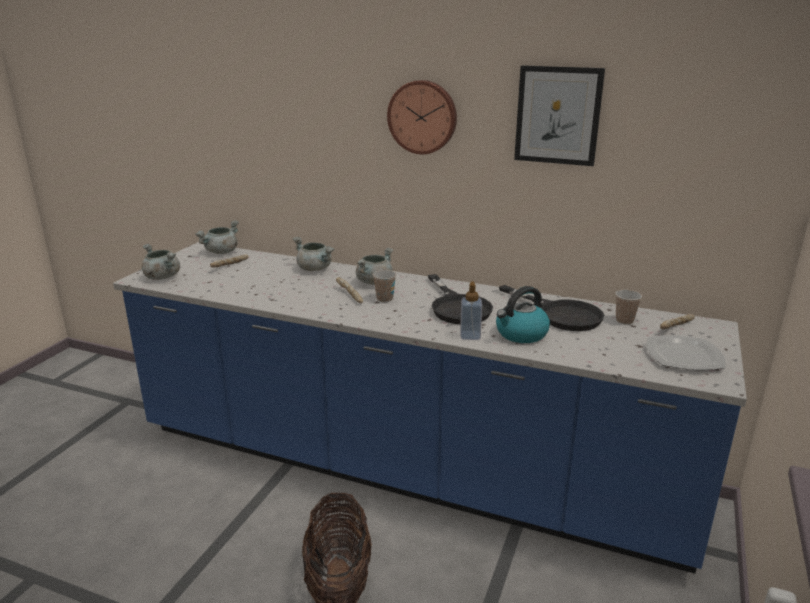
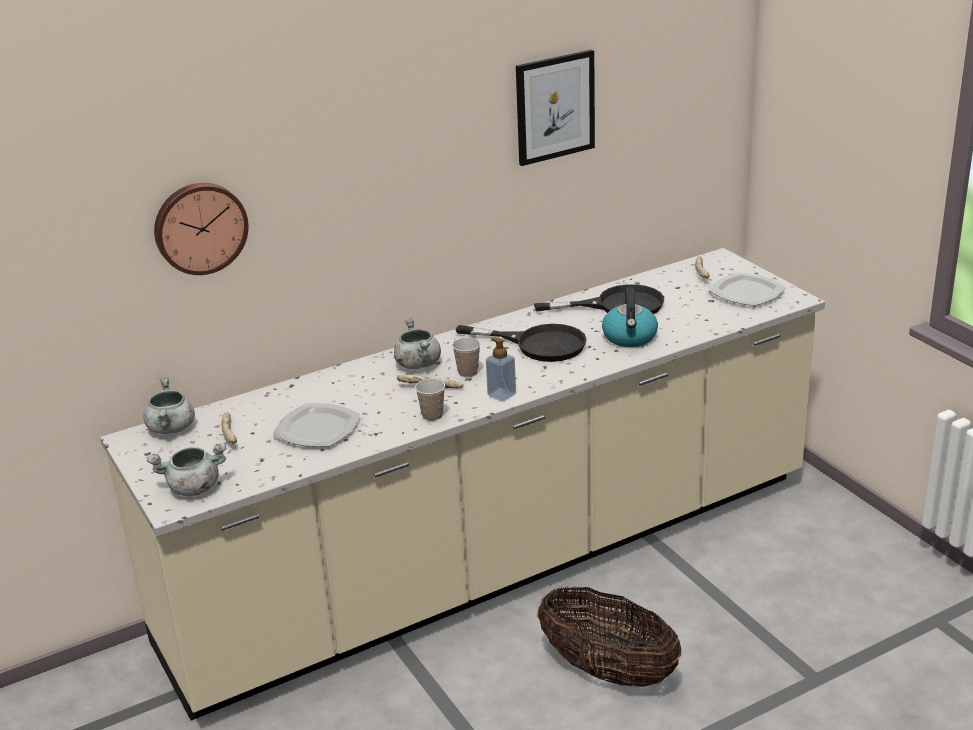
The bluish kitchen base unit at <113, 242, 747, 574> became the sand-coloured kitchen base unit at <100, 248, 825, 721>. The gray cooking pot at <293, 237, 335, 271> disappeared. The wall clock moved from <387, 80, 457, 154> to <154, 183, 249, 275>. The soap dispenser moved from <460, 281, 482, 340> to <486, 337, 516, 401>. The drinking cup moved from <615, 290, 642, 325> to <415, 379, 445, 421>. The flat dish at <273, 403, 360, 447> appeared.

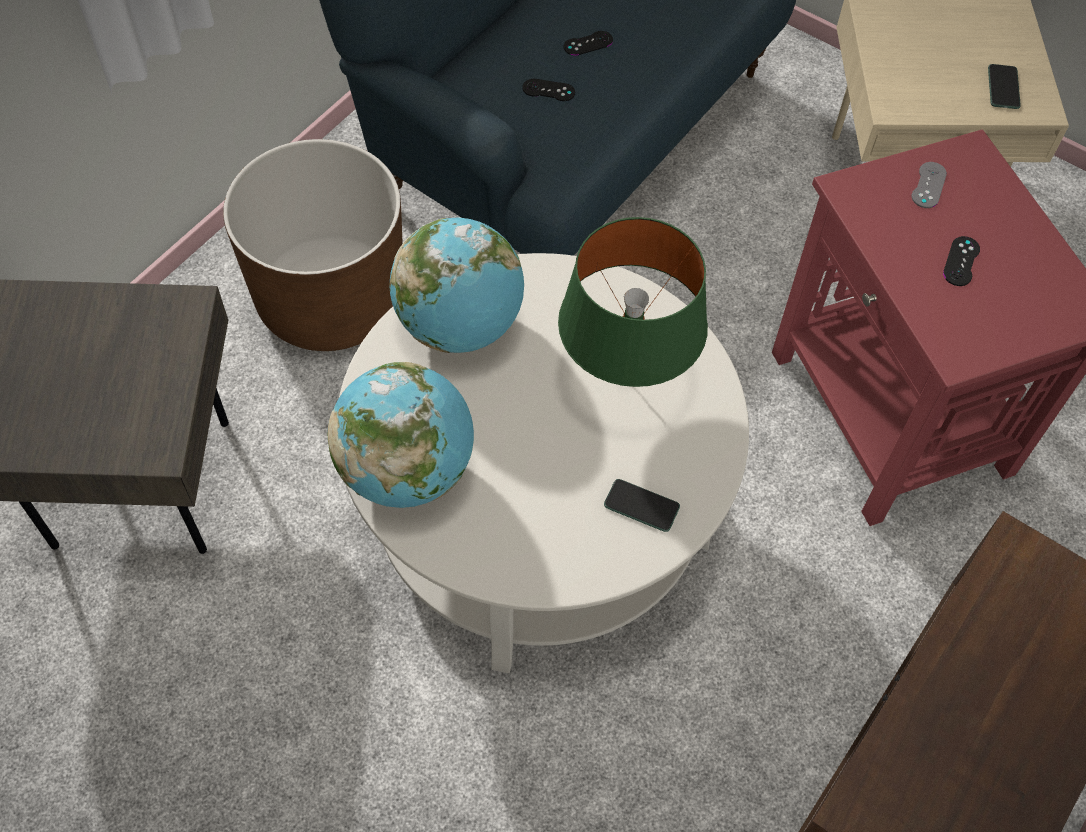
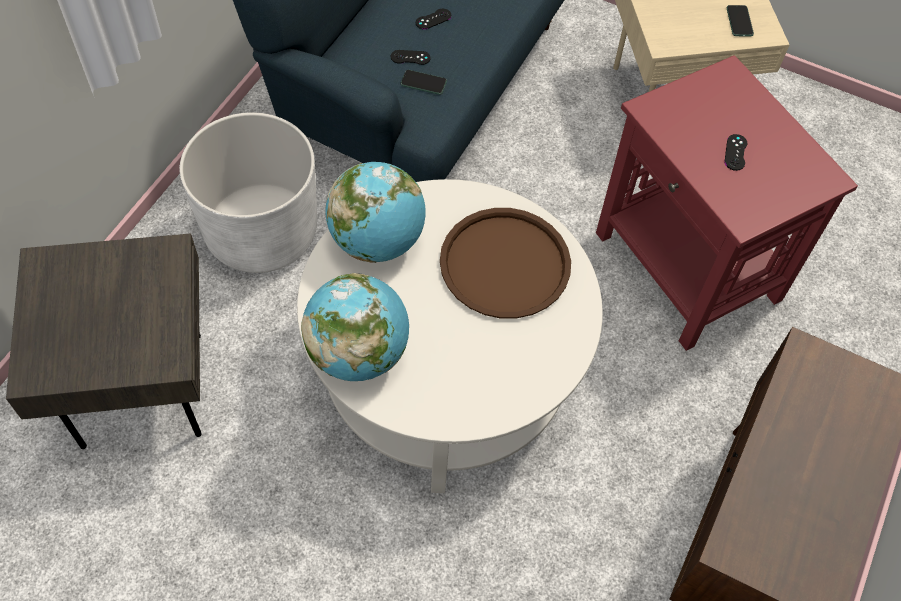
The brownish flower pot at <223, 139, 403, 351> became the white flower pot at <179, 112, 317, 273>. The green-coloured lamp for a table at <558, 217, 708, 387> was replaced by the brownish tray at <440, 208, 571, 319>. The phone moved from <604, 479, 680, 532> to <401, 70, 447, 95>. The gray joypad at <912, 162, 947, 208> disappeared.

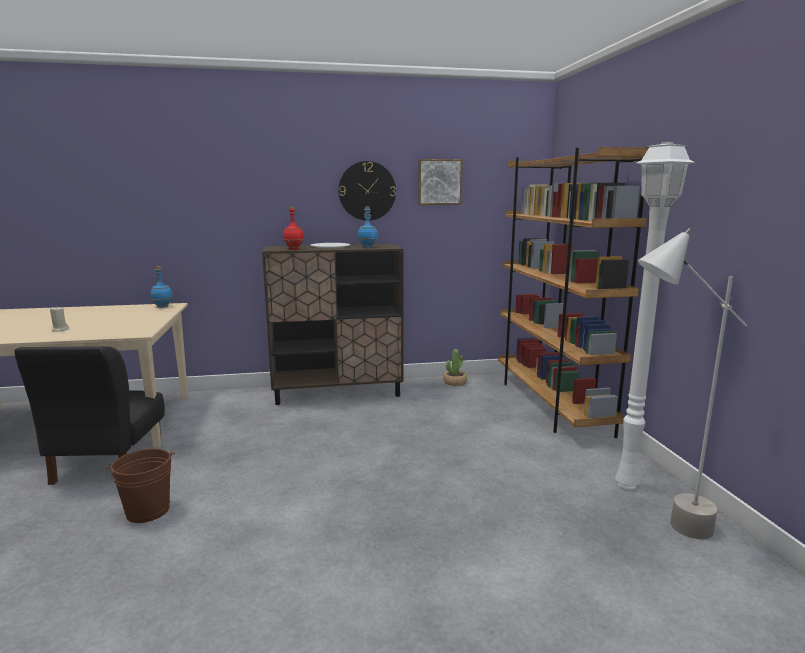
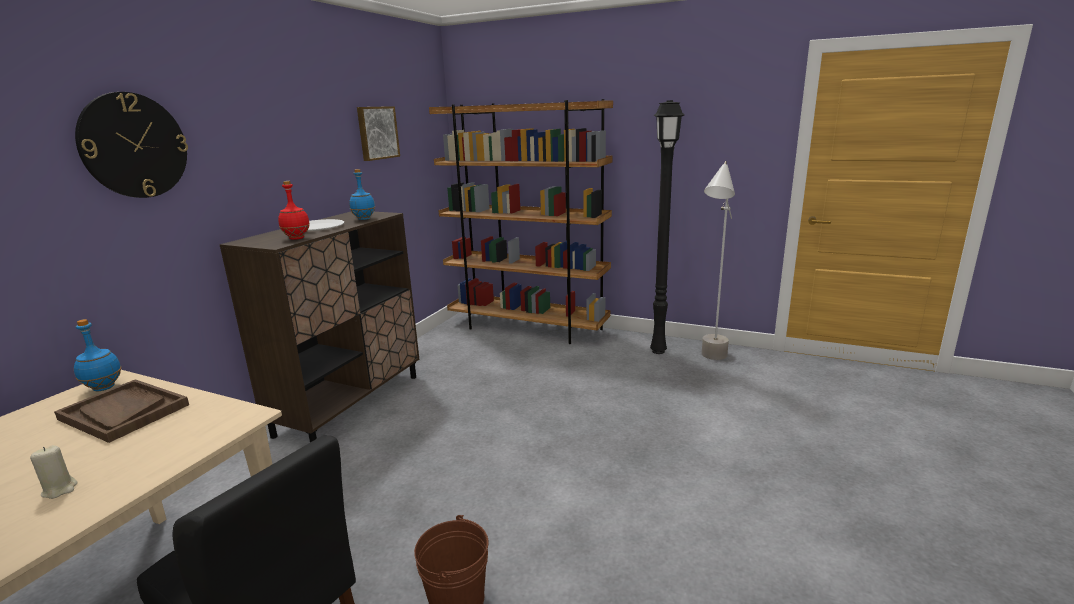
The wall clock moved from <338, 161, 396, 221> to <75, 92, 188, 198>. The houseplant at <443, 349, 467, 386> disappeared. The white floor lamp at <615, 142, 695, 490> became the blackish floor lamp at <650, 100, 685, 354>. The brownish tray at <54, 379, 189, 443> appeared.

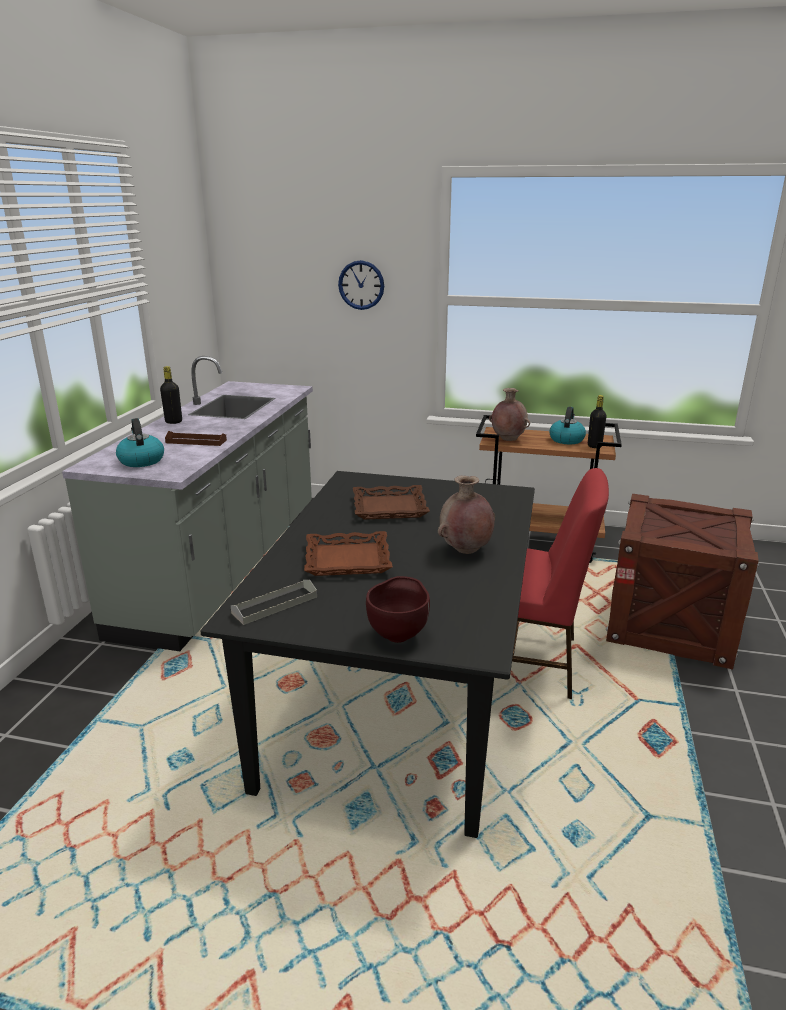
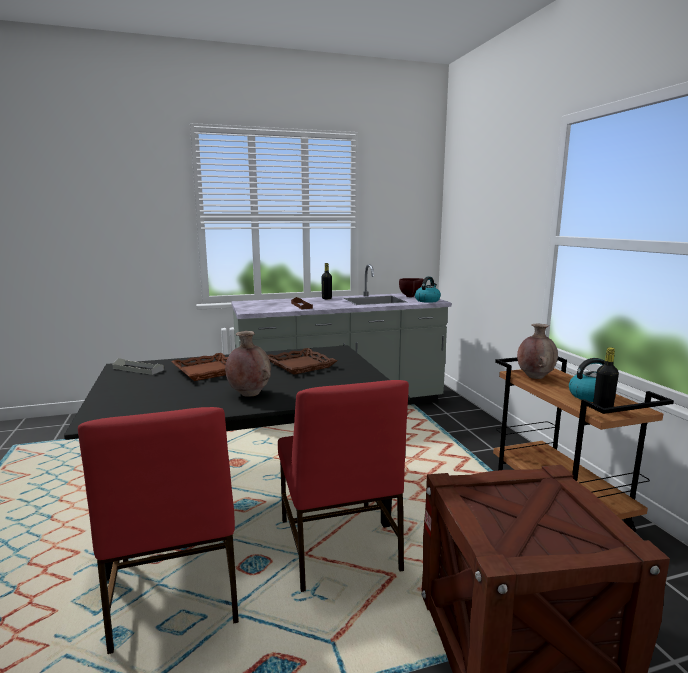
The tea kettle moved from <116, 418, 164, 467> to <415, 277, 441, 303>. The wall clock at <338, 260, 384, 310> disappeared. The brownish serving bowl moved from <366, 576, 430, 643> to <399, 278, 424, 297>. The red-coloured upright chair at <78, 407, 239, 654> appeared.

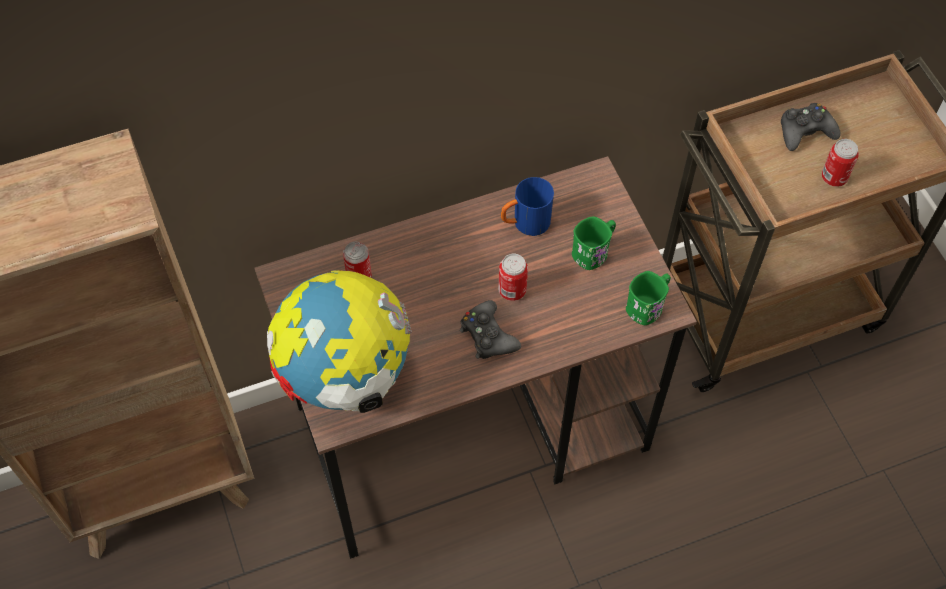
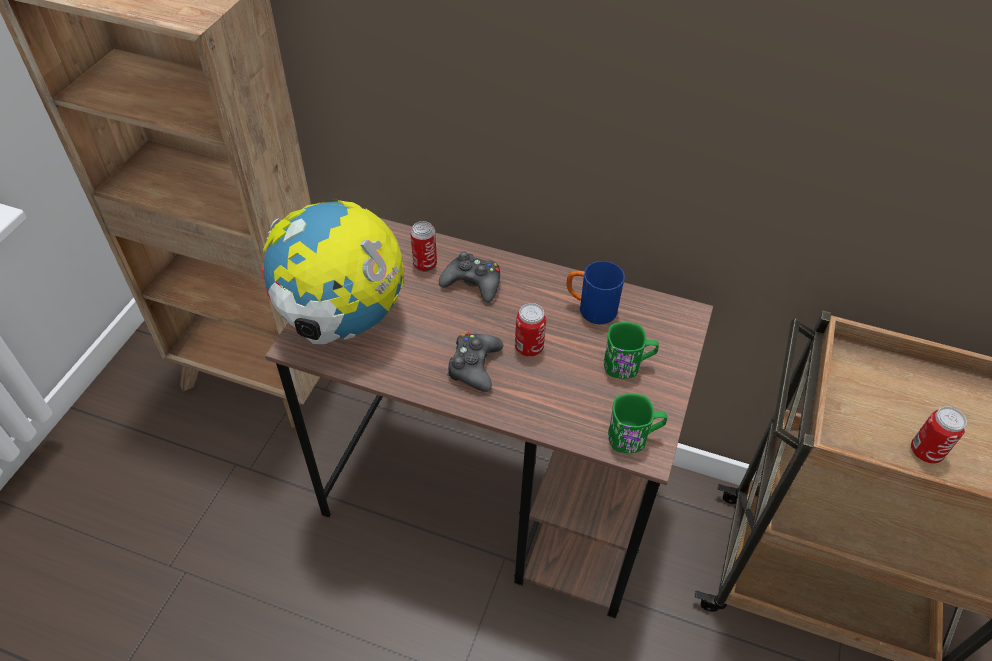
The blackish joypad moved from <781, 103, 841, 151> to <439, 251, 500, 303>.

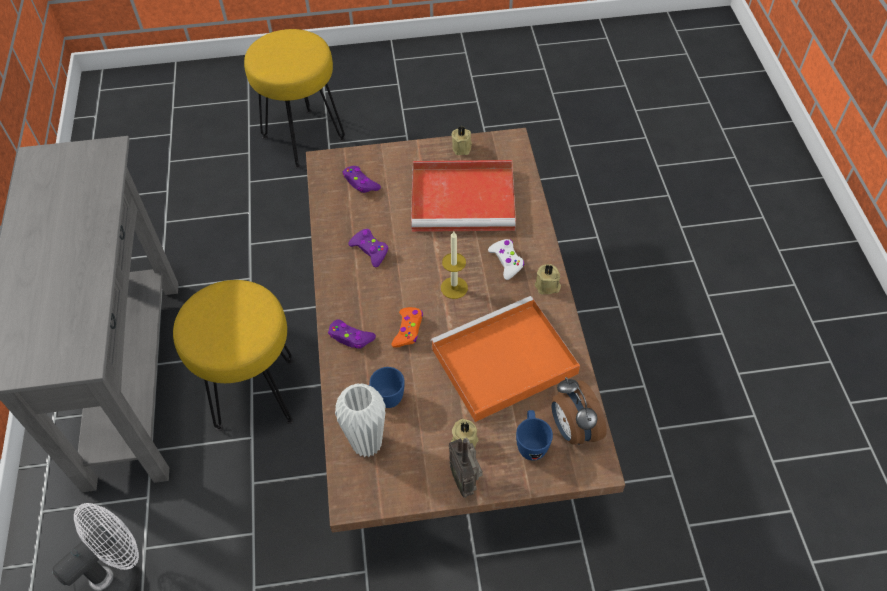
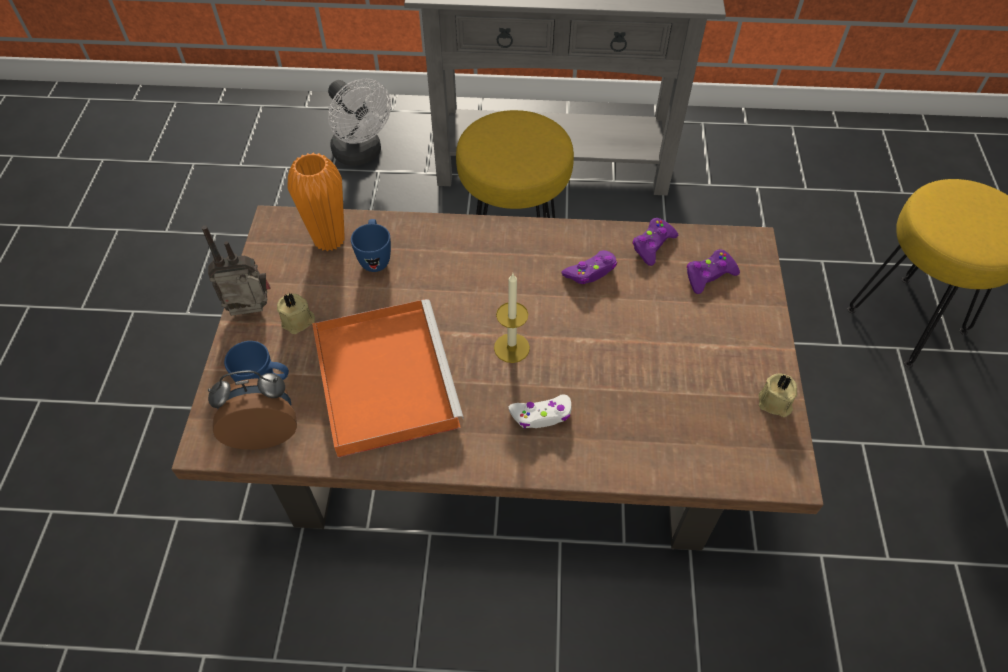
The purple-coloured joypad moved from <328, 319, 376, 349> to <632, 218, 678, 266>. The white flower vase at <335, 384, 386, 458> became the orange-coloured flower vase at <288, 153, 345, 251>. The orange-coloured joypad at <392, 307, 423, 348> disappeared. The red-coloured tray at <411, 160, 516, 232> disappeared. The sand-coloured wax light at <535, 264, 561, 295> disappeared.

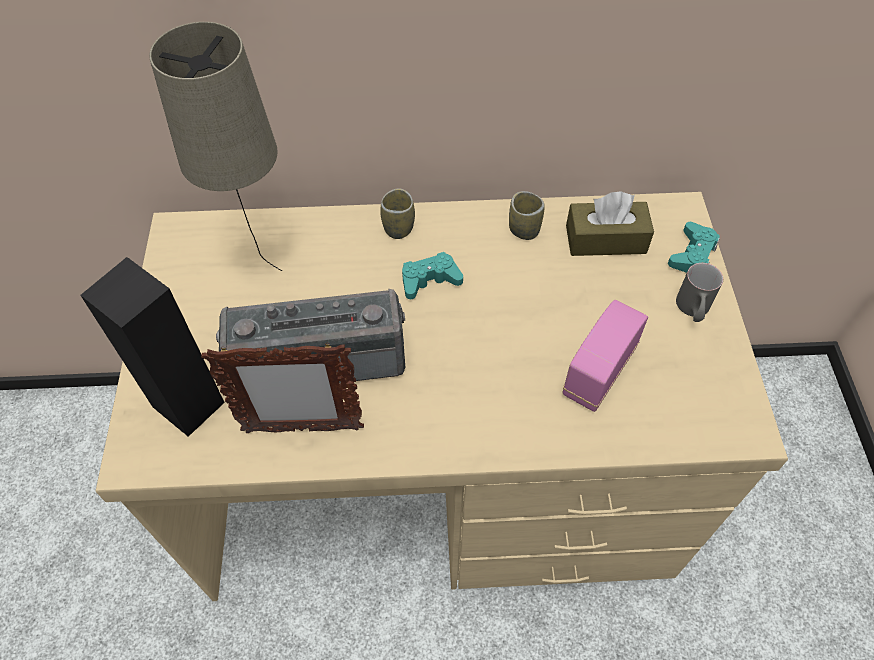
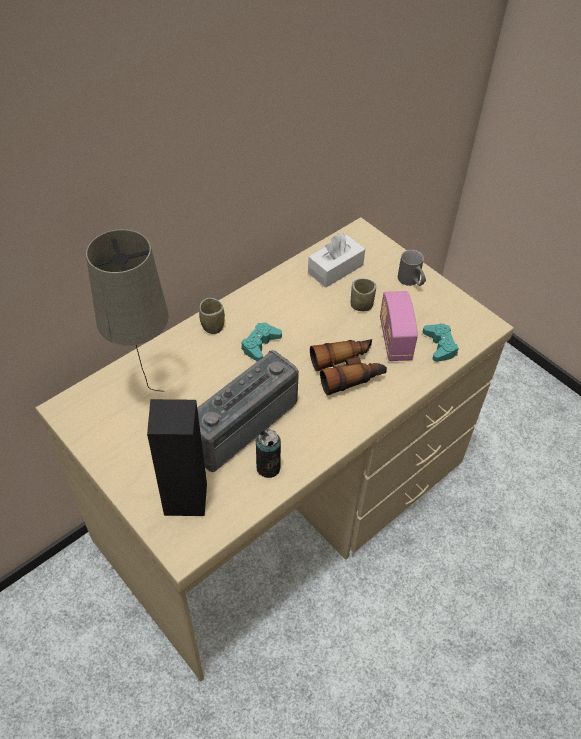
The photo frame at <201, 342, 364, 433> was replaced by the sealed can at <256, 429, 281, 478>. The drinking cup moved from <509, 191, 545, 240> to <351, 279, 376, 311>. The brownish tissue holder at <566, 191, 654, 256> became the white tissue holder at <308, 233, 365, 288>. The blue-green joypad moved from <668, 222, 720, 273> to <423, 323, 459, 362>. The field glasses at <310, 339, 387, 395> appeared.

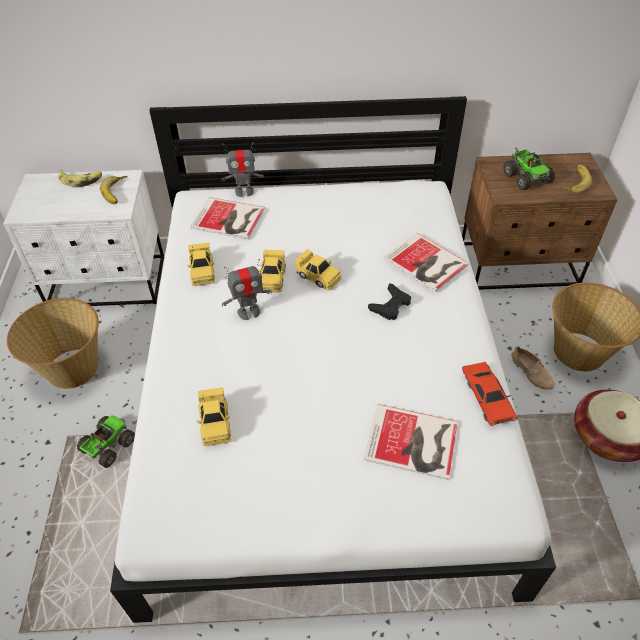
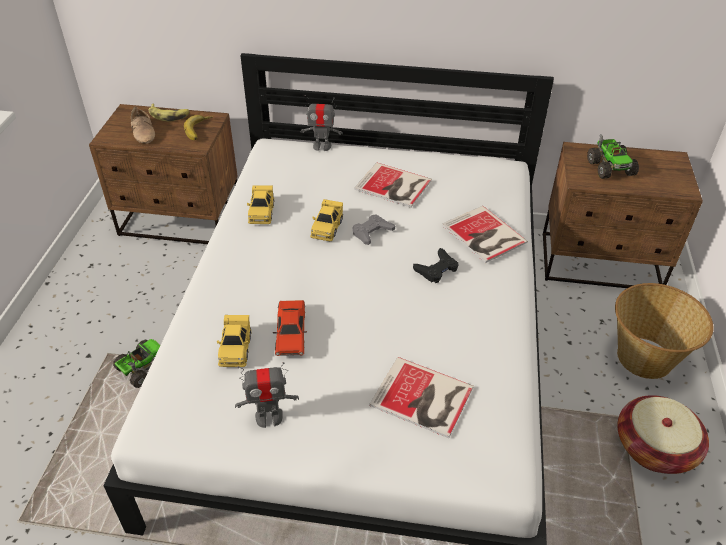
The white night table at <3, 170, 164, 306> became the brownish night table at <89, 104, 238, 244>. The storage basket at <7, 298, 99, 389> disappeared. The bound book moved from <190, 197, 265, 239> to <354, 163, 432, 208>. The robot figure moved from <222, 259, 272, 320> to <235, 362, 299, 428>. The yellow miniature car at <294, 249, 342, 290> was replaced by the gray joypad at <352, 214, 395, 245>. The red-coloured miniature car moved from <462, 362, 518, 426> to <273, 300, 307, 356>. The sand-coloured item of footwear moved from <511, 346, 555, 390> to <131, 106, 155, 144>. The whole banana at <561, 164, 592, 194> disappeared.

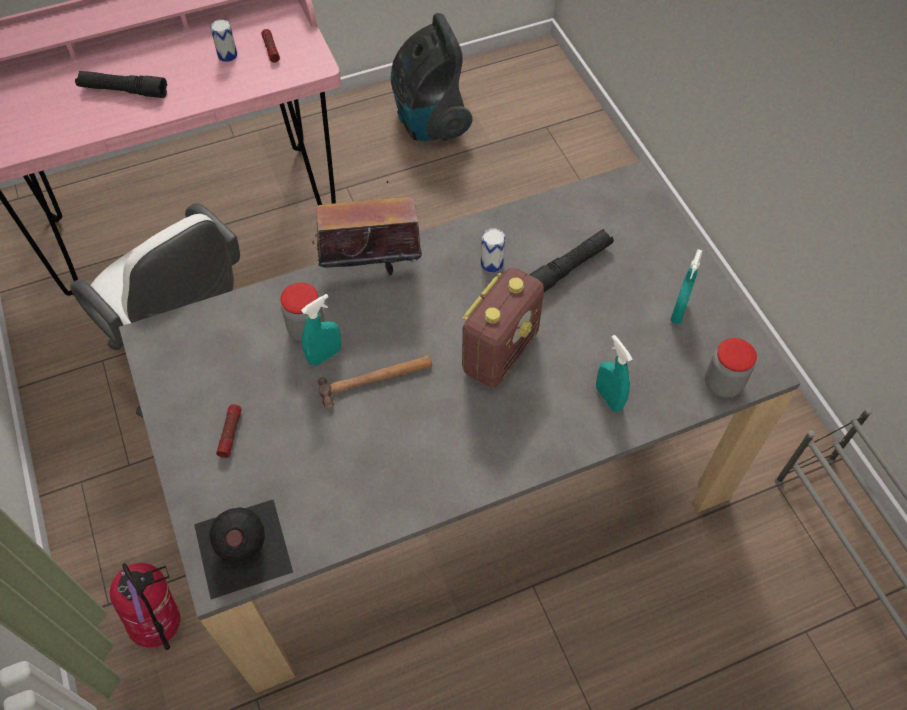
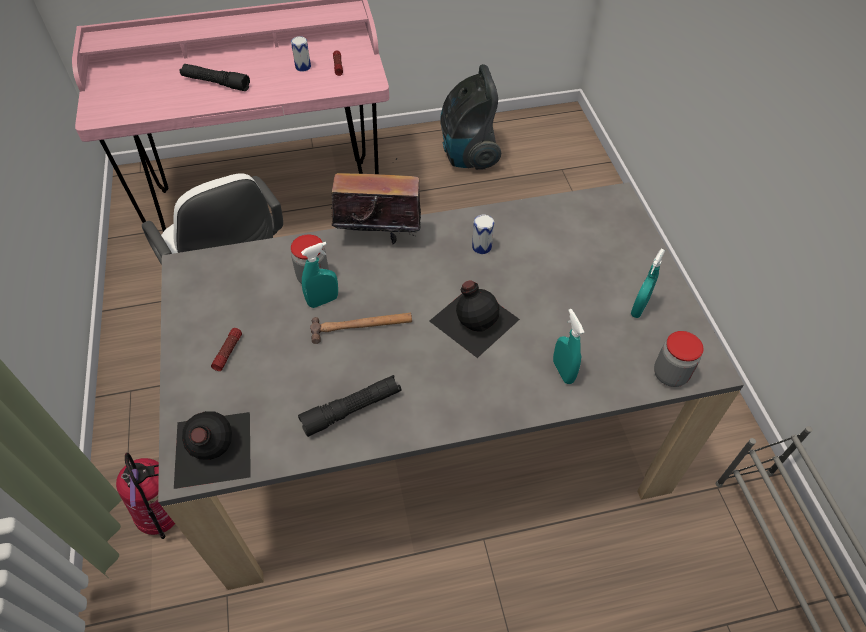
The radio set at <462, 268, 544, 387> was replaced by the blackish drink bottle at <429, 280, 520, 358>. The blackish hand torch moved from <529, 229, 614, 292> to <298, 375, 401, 437>.

